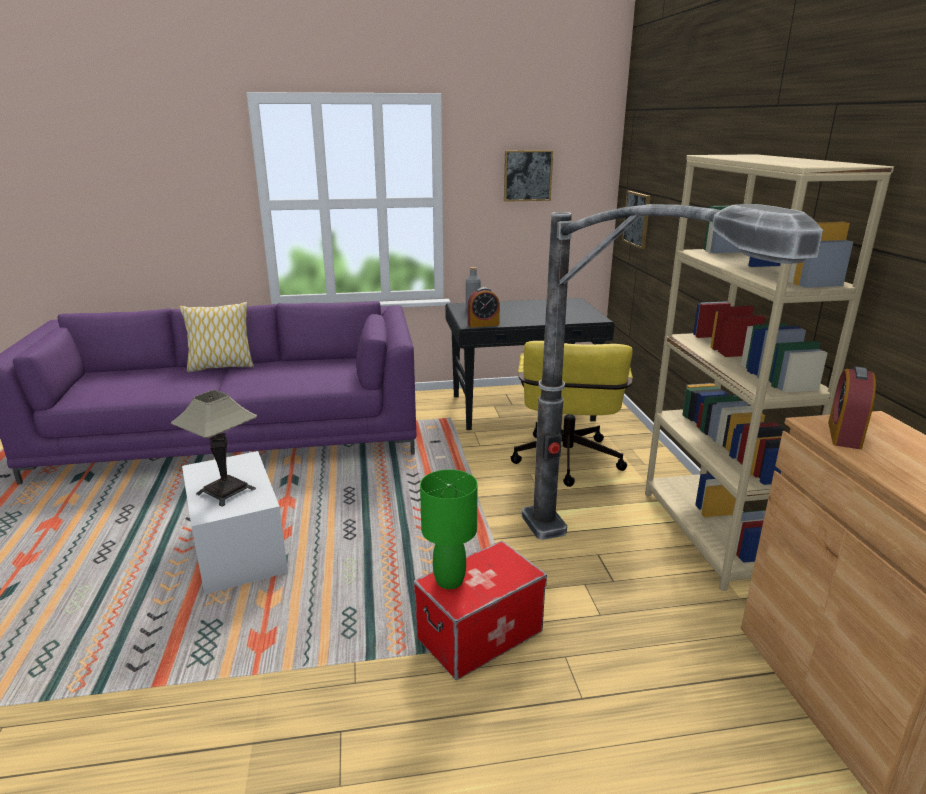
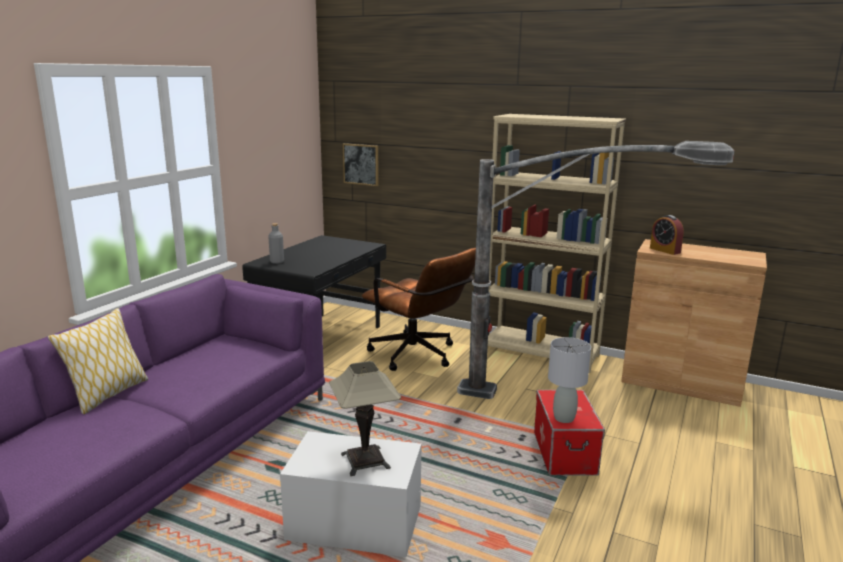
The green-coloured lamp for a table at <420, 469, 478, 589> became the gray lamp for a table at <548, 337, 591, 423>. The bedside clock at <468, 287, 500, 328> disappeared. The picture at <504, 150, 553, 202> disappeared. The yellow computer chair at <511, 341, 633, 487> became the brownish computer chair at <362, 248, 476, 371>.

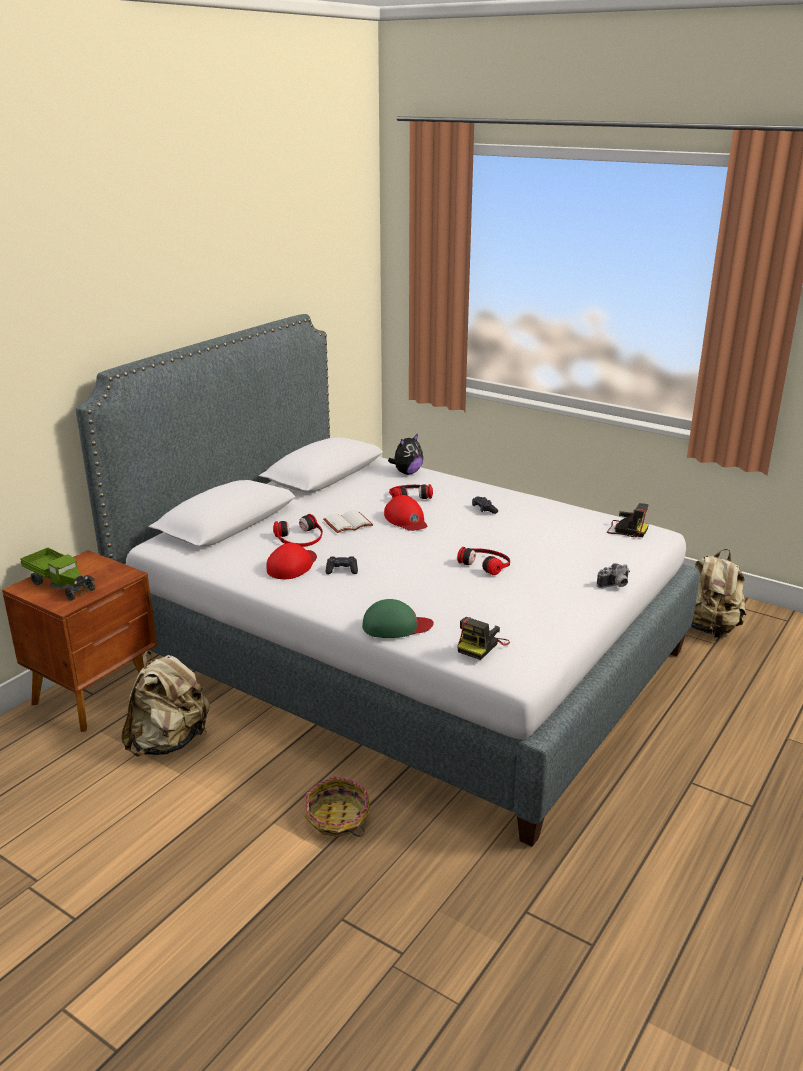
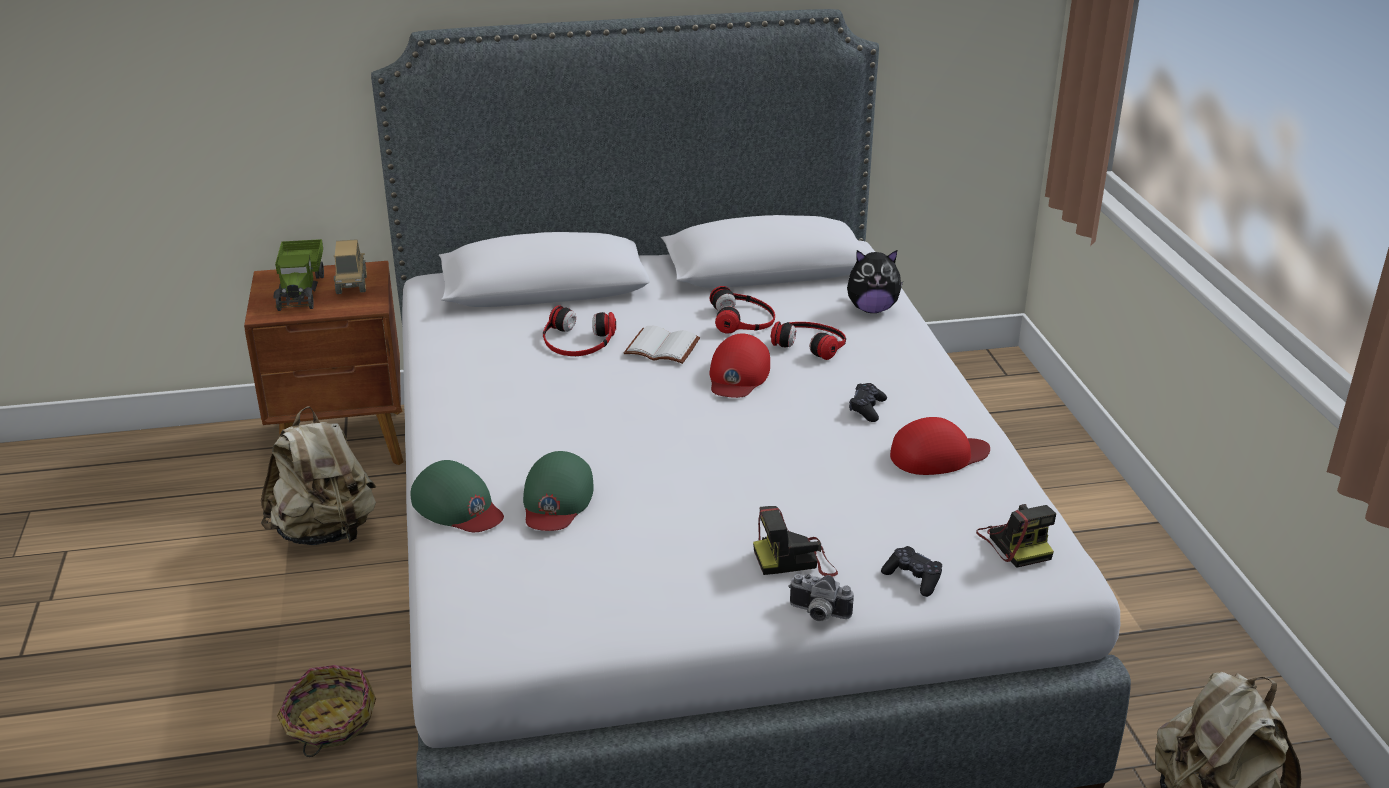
The red-coloured baseball cap moved from <267, 543, 317, 579> to <890, 417, 990, 475>. The blackish joypad moved from <326, 556, 358, 574> to <881, 546, 942, 597>. The pair of headphones moved from <457, 547, 510, 575> to <710, 286, 775, 334>. The photo camera moved from <457, 617, 510, 660> to <753, 506, 838, 577>. The model truck at <334, 239, 367, 294> appeared. The green-coloured baseball cap at <523, 451, 594, 531> appeared.

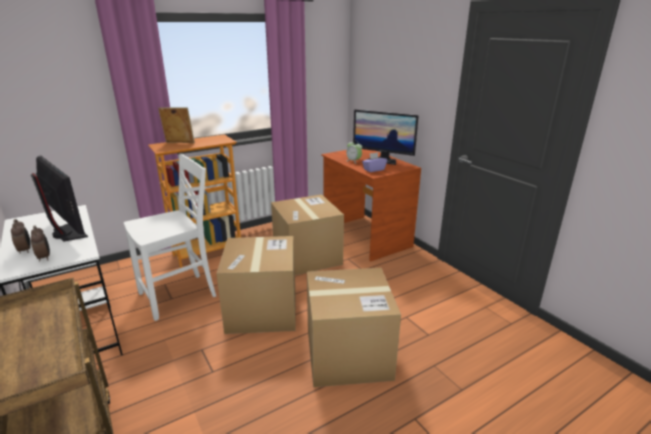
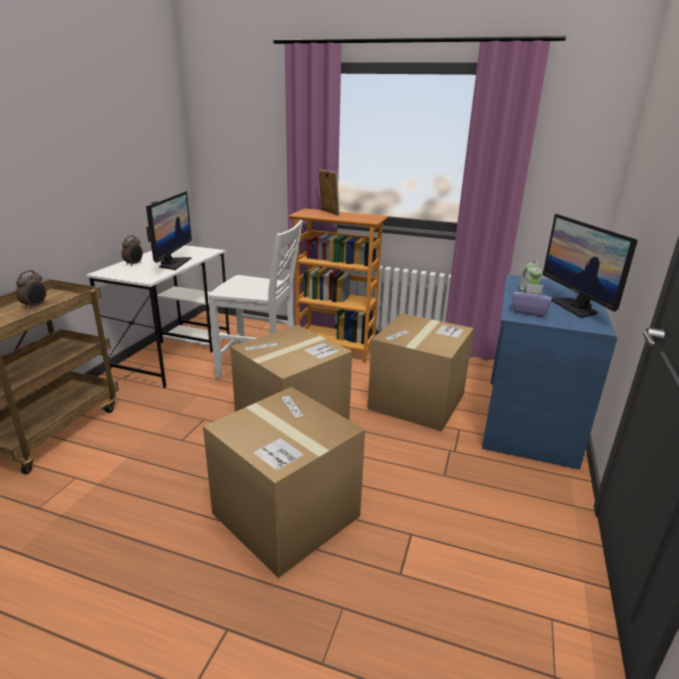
The bedside clock moved from <31, 226, 50, 261> to <16, 270, 46, 309>. The brownish desk at <321, 149, 421, 262> became the bluish desk at <482, 274, 618, 470>.

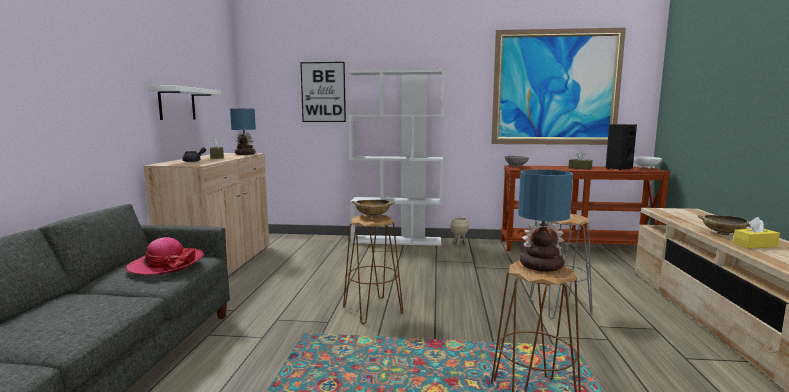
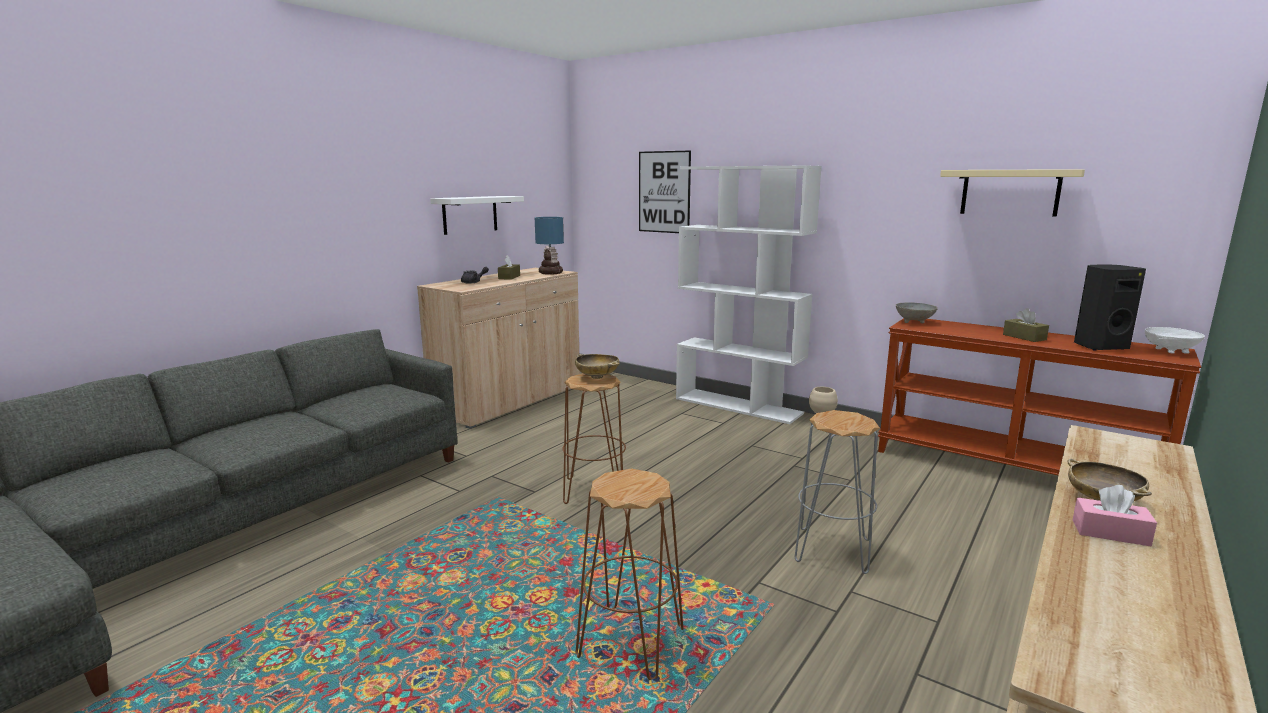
The wearable hat at <126, 237, 205, 275> disappeared. The picture at <491, 28, 626, 145> was replaced by the sand-coloured wall shelf at <940, 169, 1085, 217>. The lamp for a table at <518, 169, 573, 272> disappeared. The yellow tissue holder at <733, 217, 780, 249> became the pink tissue holder at <1073, 485, 1157, 546>.

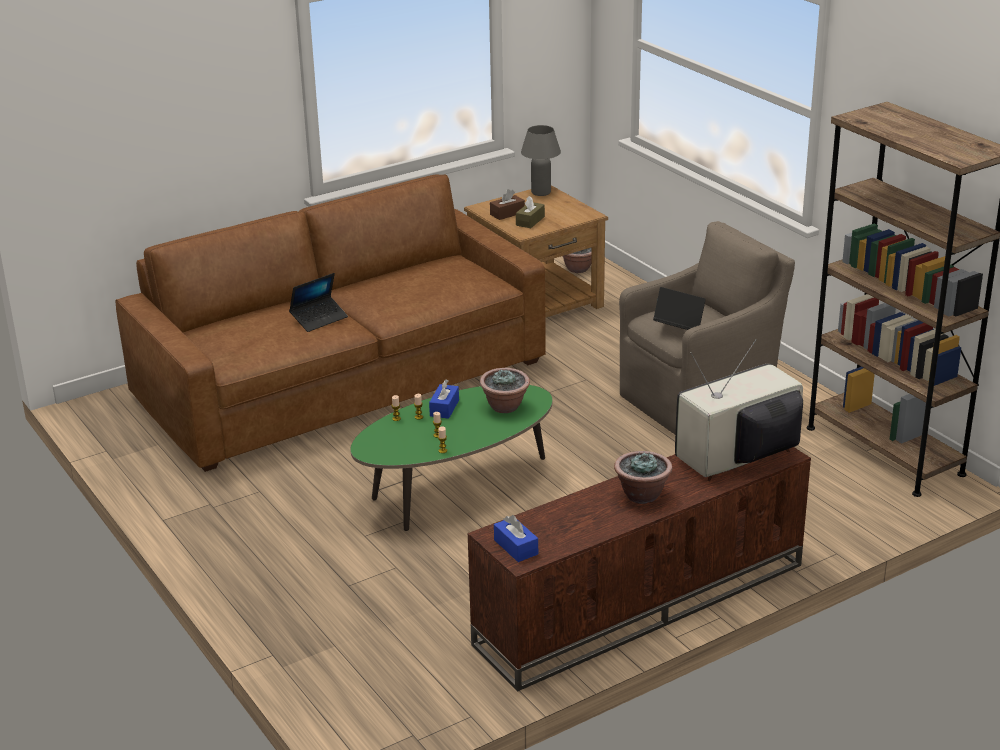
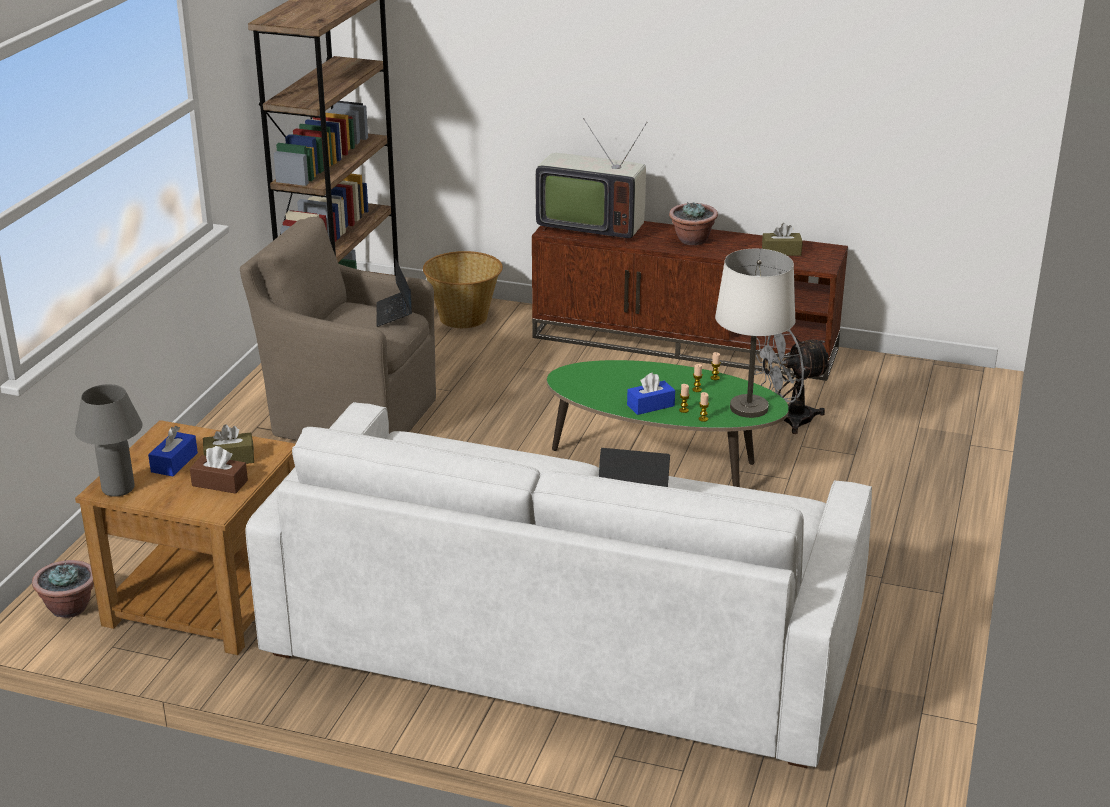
The brownish sofa at <115, 174, 546, 472> became the white sofa at <245, 402, 872, 768>. The houseplant at <480, 368, 530, 413> disappeared. The bluish tissue holder moved from <494, 515, 538, 562> to <148, 426, 198, 476>. The storage basket at <423, 251, 503, 328> appeared. The white lamp for a table at <715, 249, 796, 418> appeared. The gray cooling fan at <754, 329, 832, 434> appeared. The brownish tissue holder at <762, 223, 803, 256> appeared.

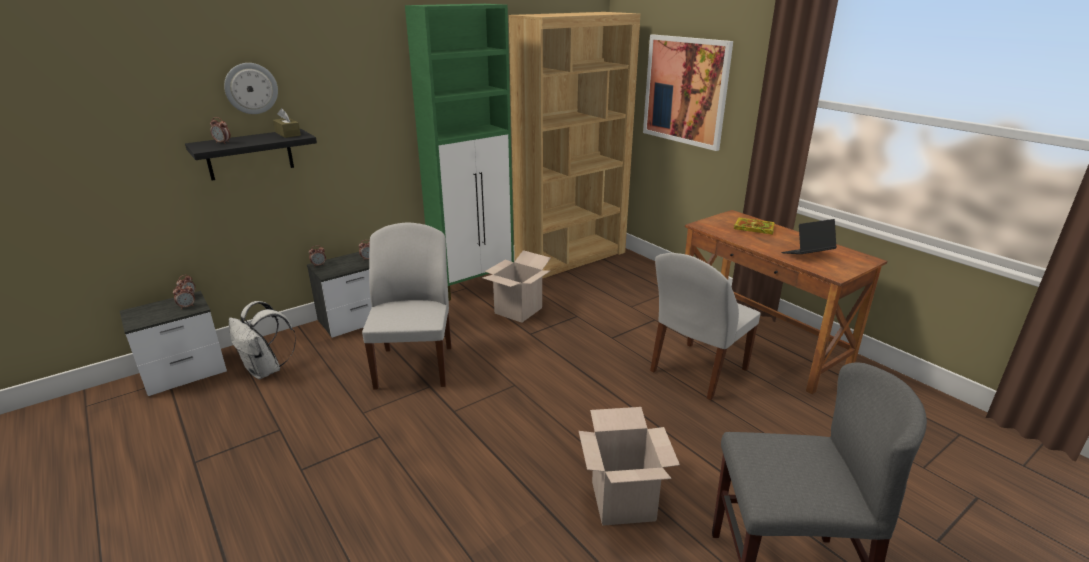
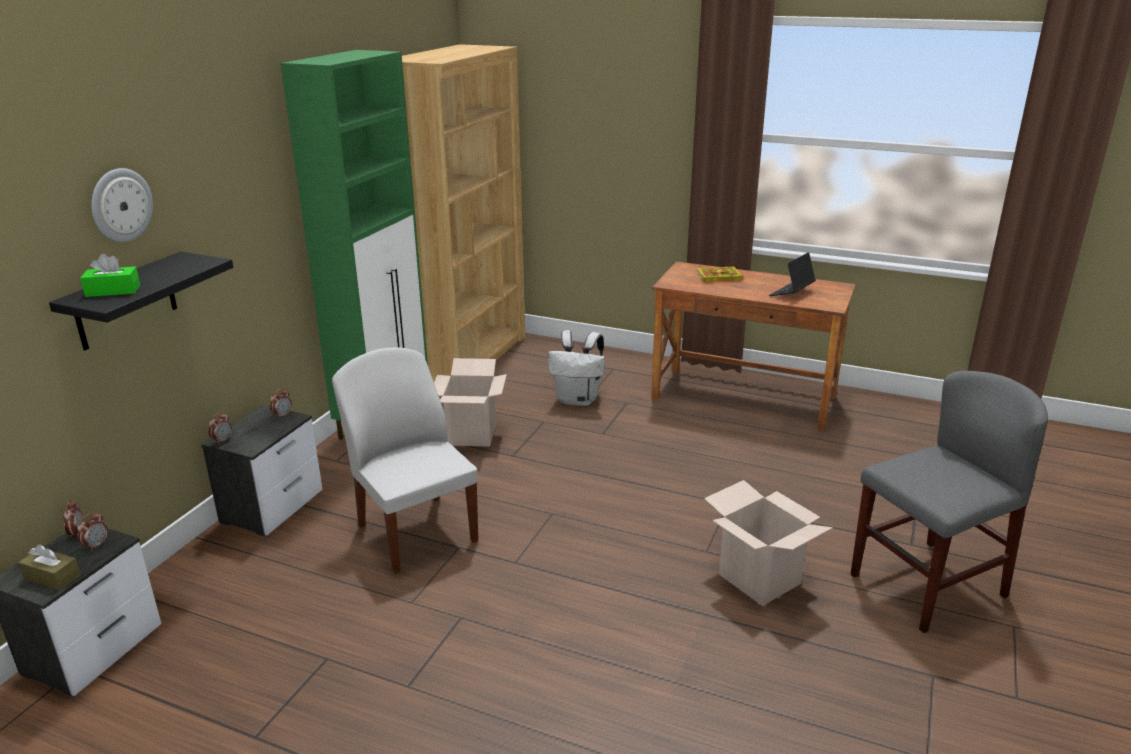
The bedside clock at <210, 117, 230, 144> was replaced by the green-coloured tissue holder at <80, 253, 140, 297>. The white knapsack moved from <229, 301, 296, 379> to <548, 330, 605, 406>. The brownish tissue holder moved from <273, 108, 301, 138> to <19, 544, 81, 590>. The picture at <643, 34, 733, 151> disappeared. The white upright chair at <650, 253, 761, 400> disappeared.

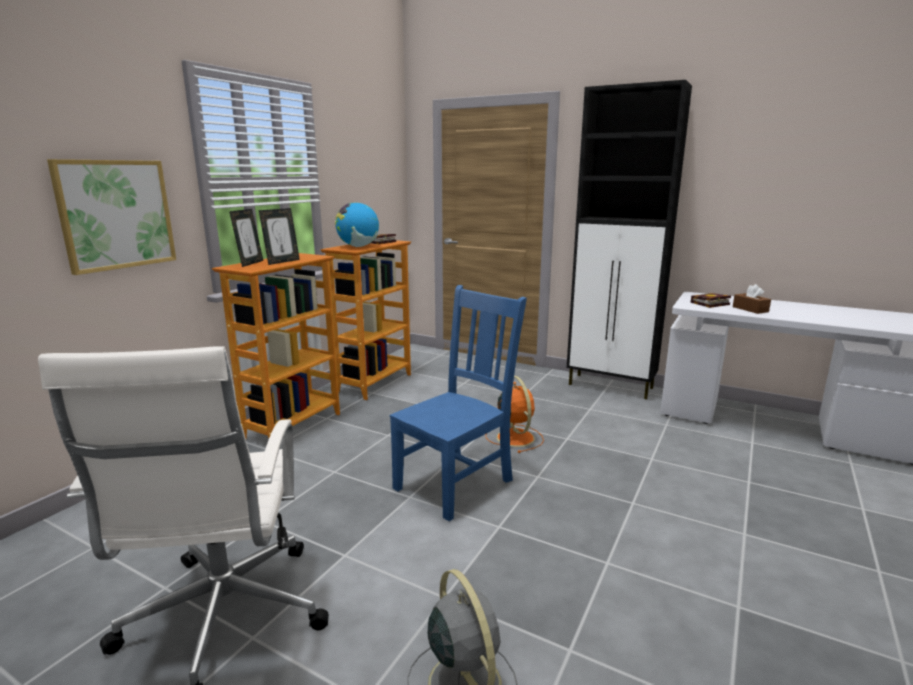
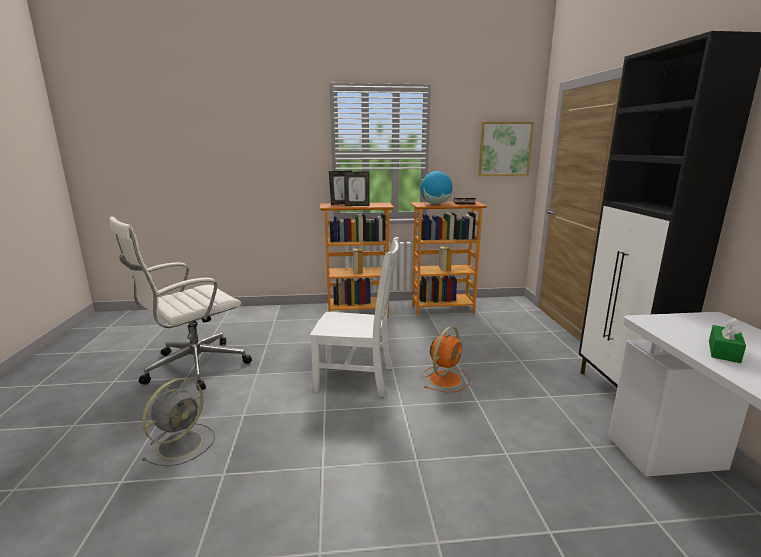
The picture moved from <47, 159, 176, 275> to <478, 122, 534, 176>. The bluish upright chair at <390, 285, 527, 521> became the white upright chair at <310, 237, 399, 397>. The bound book at <691, 293, 731, 308> disappeared. The brownish tissue holder at <733, 284, 771, 314> became the green-coloured tissue holder at <709, 318, 746, 363>.

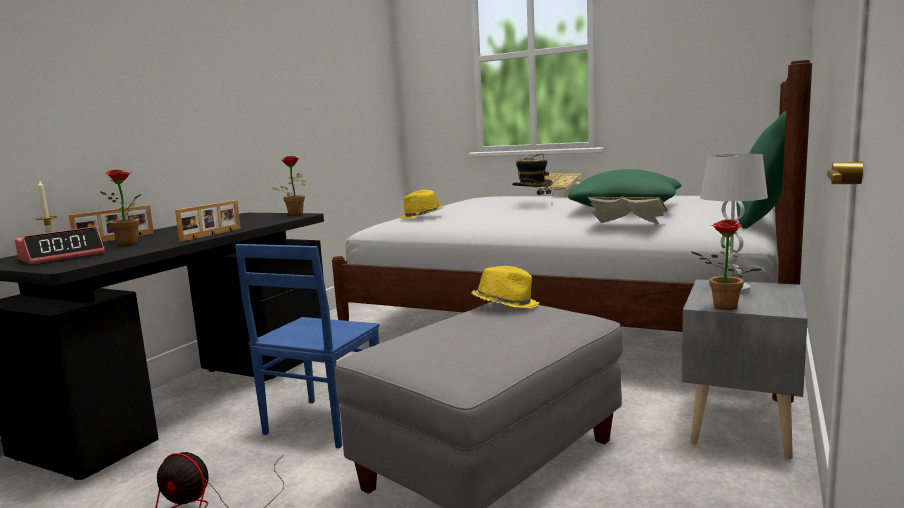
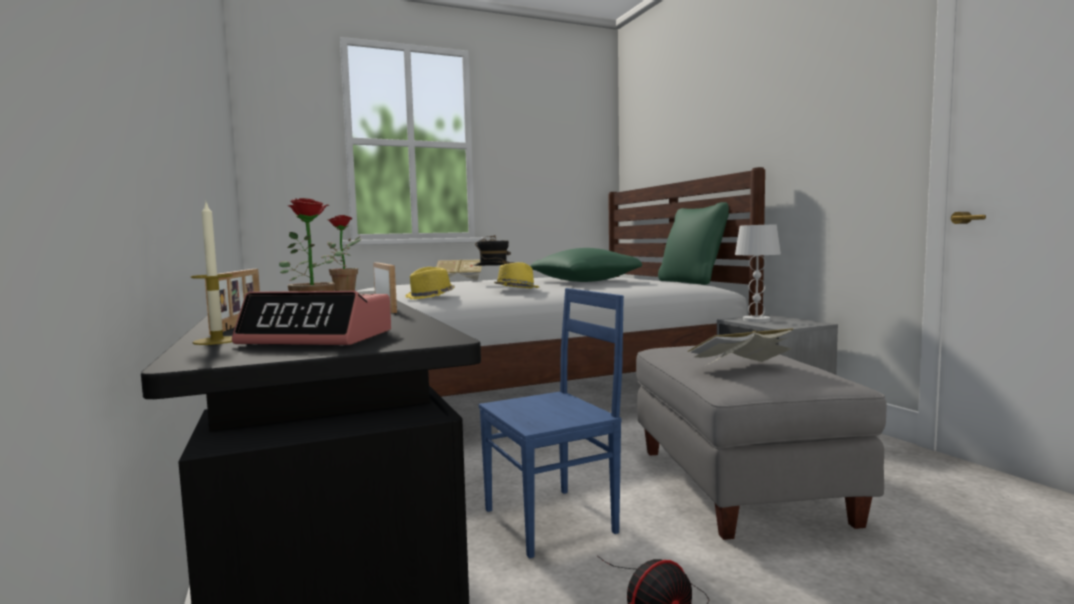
The bedside clock at <15, 227, 105, 264> turned 105 degrees clockwise. The bluish upright chair at <235, 244, 379, 449> turned 90 degrees counterclockwise. The yellow wearable hat moved from <472, 266, 540, 308> to <494, 262, 539, 288>. The bound book moved from <587, 196, 668, 225> to <687, 328, 793, 365>. The houseplant at <692, 219, 761, 310> disappeared.

